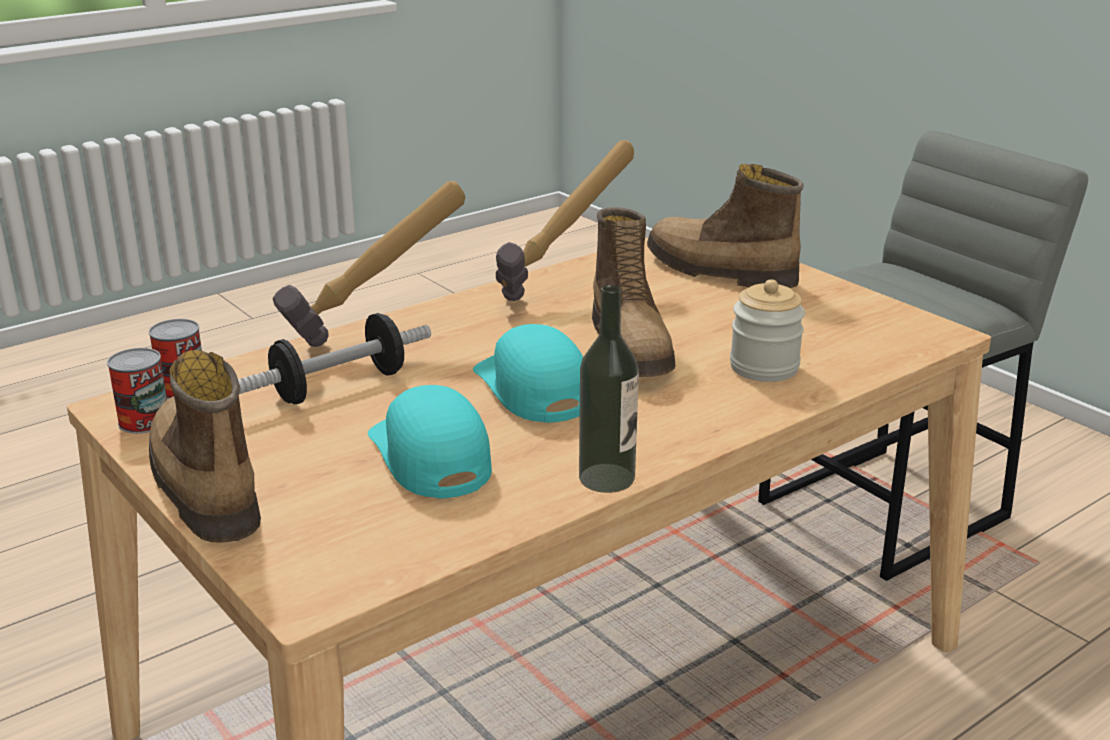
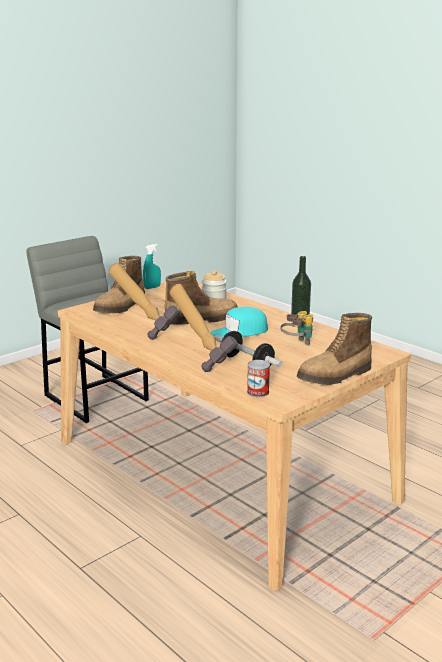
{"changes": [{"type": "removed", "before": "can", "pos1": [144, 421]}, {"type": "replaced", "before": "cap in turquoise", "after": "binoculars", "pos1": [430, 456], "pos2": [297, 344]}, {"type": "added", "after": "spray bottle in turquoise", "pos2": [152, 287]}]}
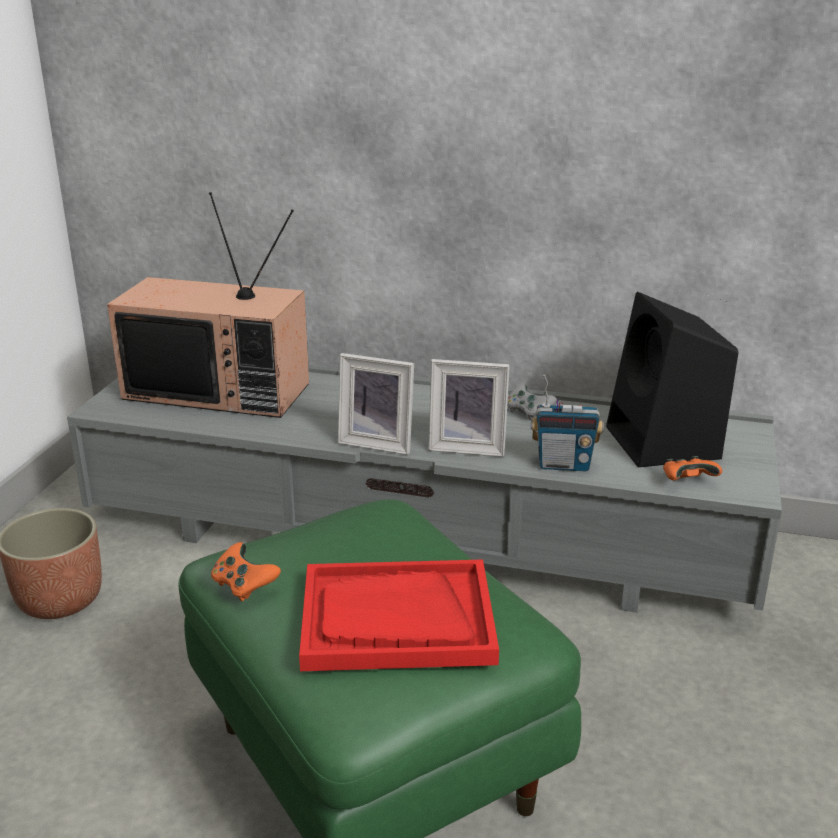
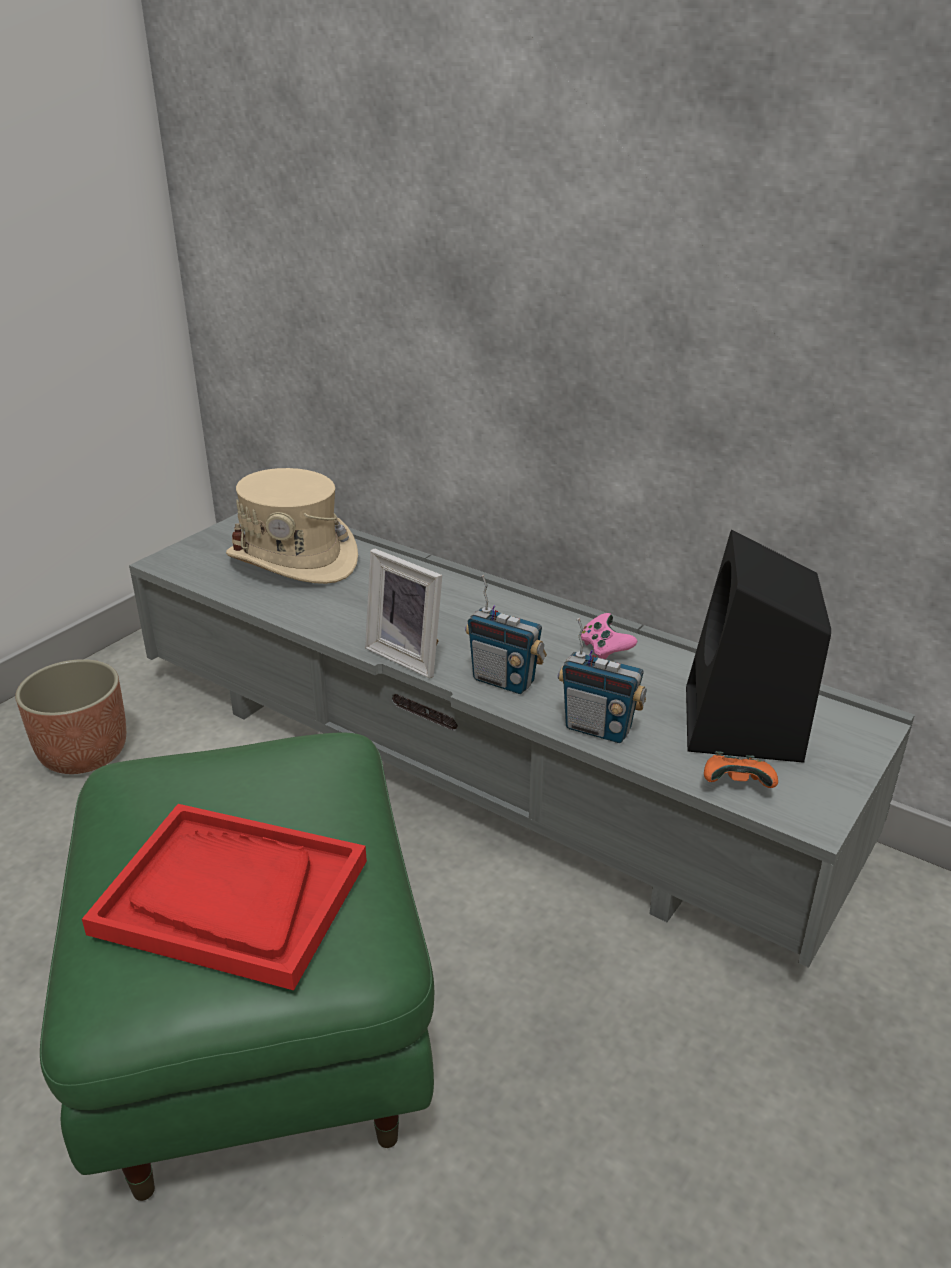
{"changes": [{"type": "replaced", "before": "television", "after": "hat in beige", "pos1": [220, 390], "pos2": [293, 560]}, {"type": "replaced", "before": "picture frame", "after": "radio", "pos1": [468, 446], "pos2": [504, 681]}, {"type": "recoloured", "before": "game controller in grey", "after": "game controller in pink", "pos1": [528, 412], "pos2": [605, 649]}, {"type": "removed", "before": "game controller in orange", "pos1": [244, 586]}]}
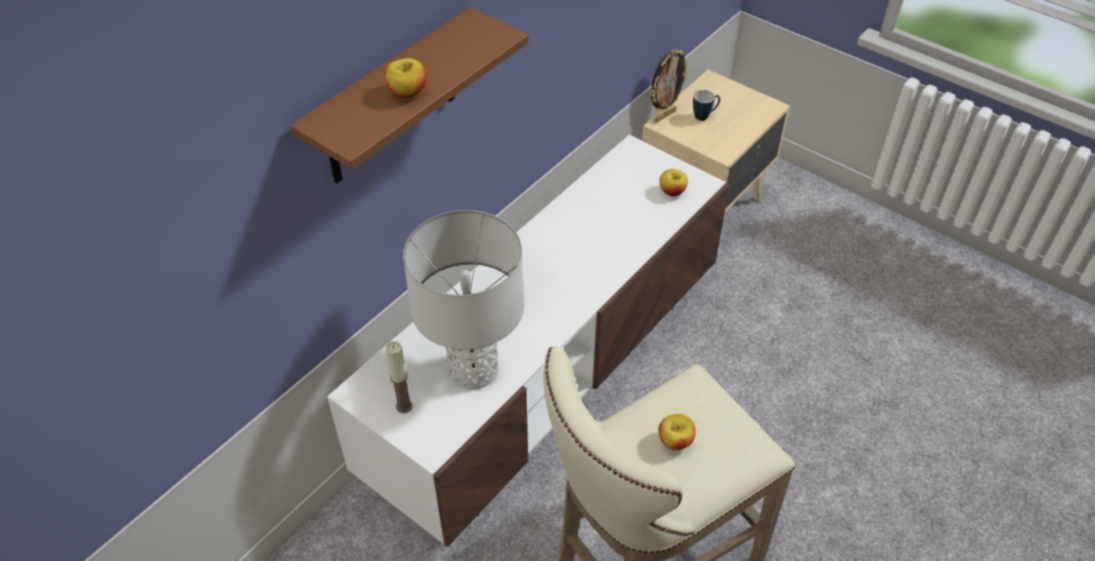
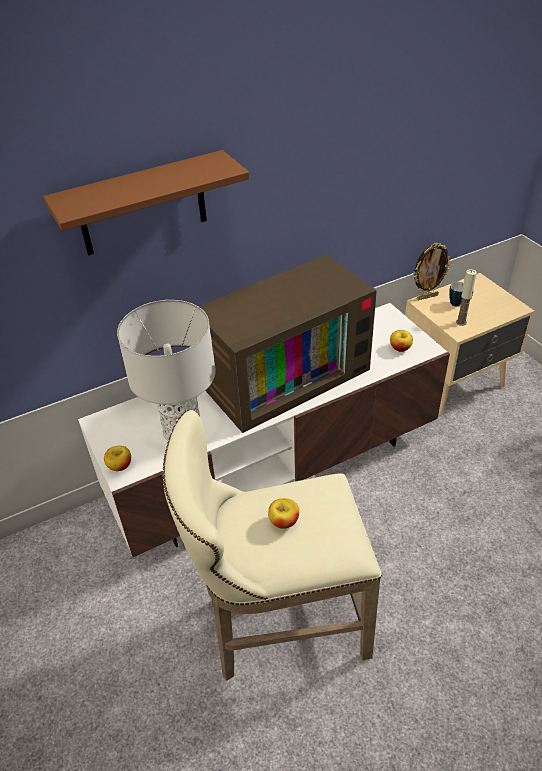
{"changes": [{"type": "moved", "before": "apple", "pos1": [407, 92], "pos2": [120, 466]}, {"type": "moved", "before": "candle", "pos1": [404, 406], "pos2": [461, 322]}, {"type": "added", "after": "television", "pos2": [285, 375]}]}
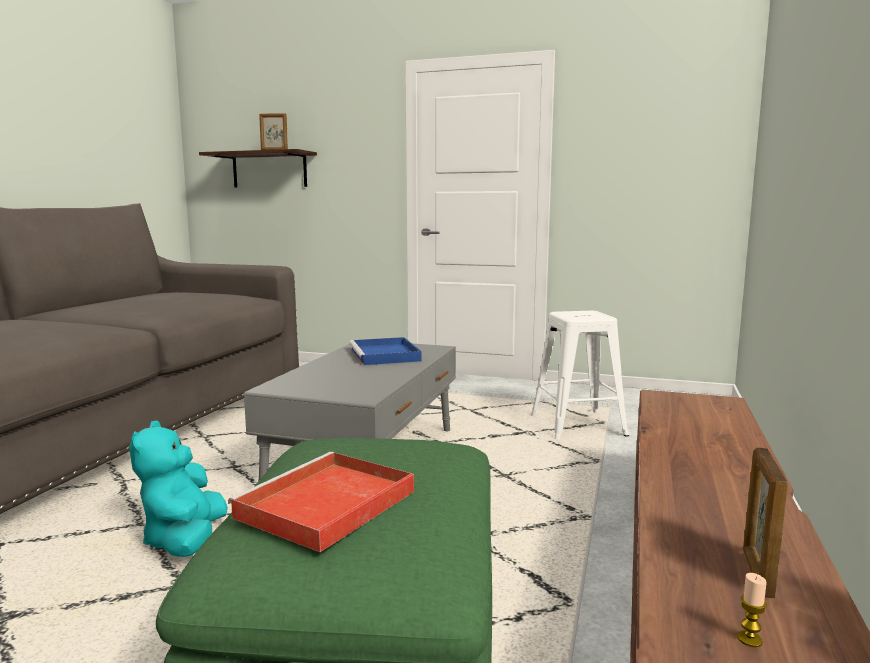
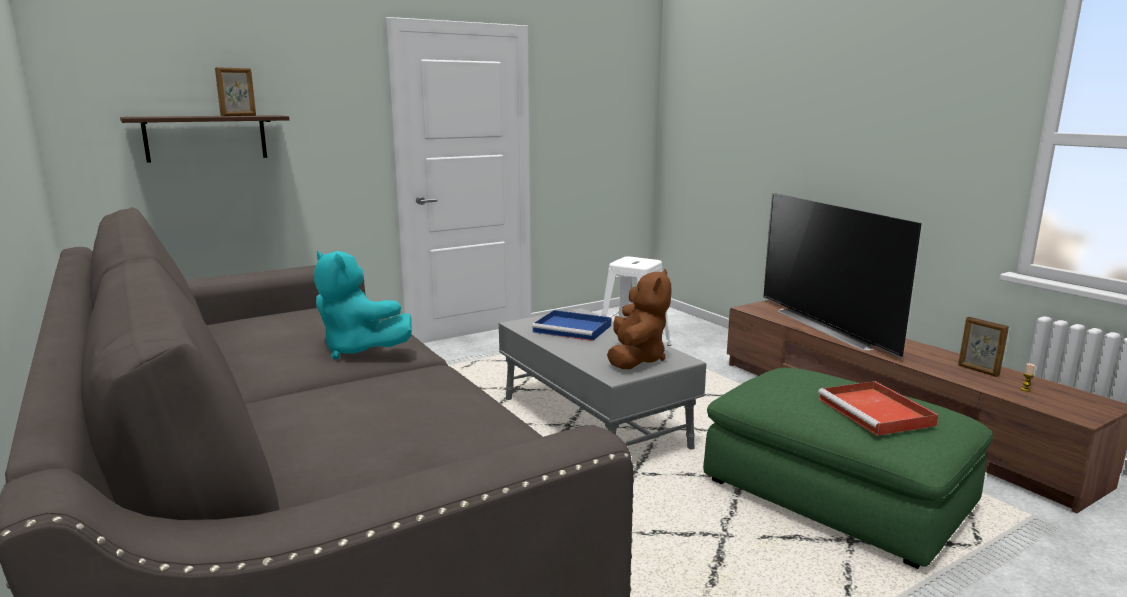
{"changes": [{"type": "moved", "before": "plush toy in turquoise", "pos1": [185, 541], "pos2": [358, 350]}, {"type": "added", "after": "television", "pos2": [830, 327]}, {"type": "added", "after": "plush toy in brown", "pos2": [636, 359]}]}
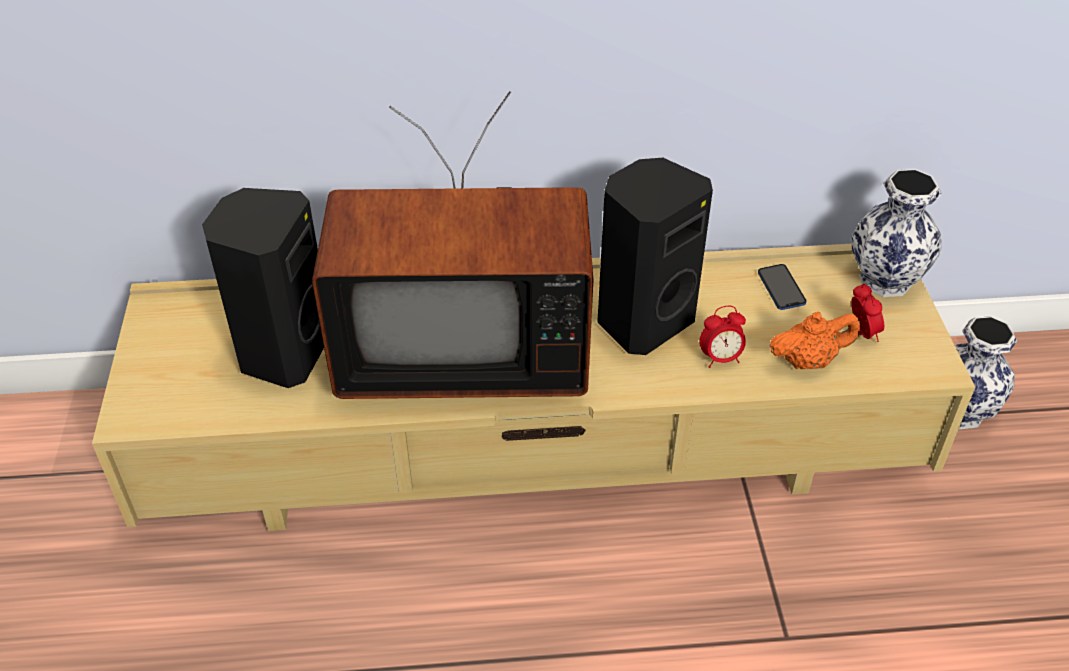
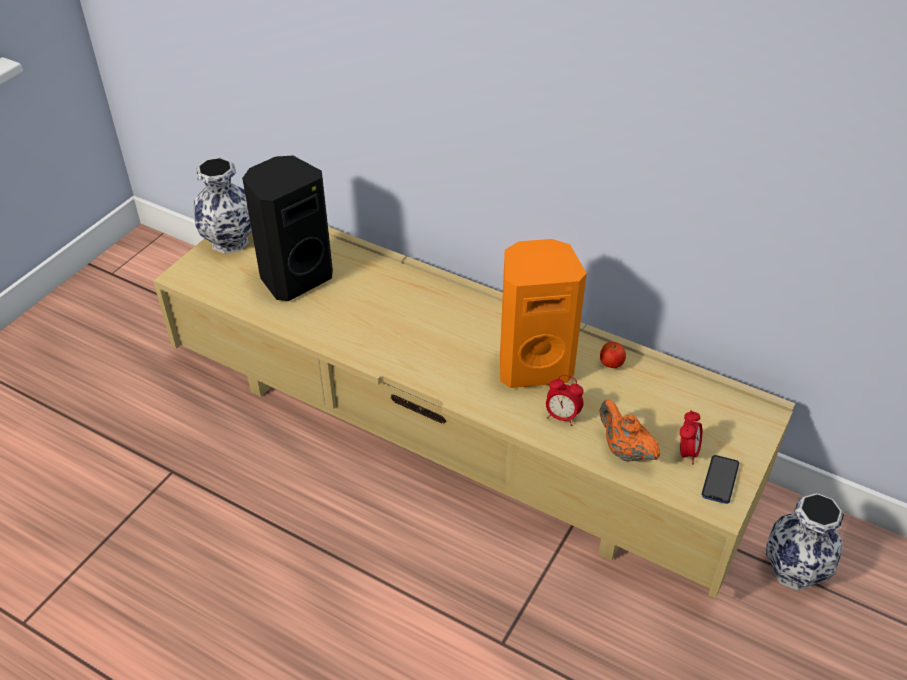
{"changes": [{"type": "removed", "before": "television", "pos1": [461, 350]}, {"type": "recoloured", "before": "speaker in black", "after": "speaker in orange", "pos1": [642, 321], "pos2": [533, 365]}, {"type": "moved", "before": "vase", "pos1": [883, 280], "pos2": [228, 241]}, {"type": "moved", "before": "phone", "pos1": [781, 288], "pos2": [720, 480]}, {"type": "turned", "before": "teapot in orange", "pos1": [808, 361], "pos2": [624, 450], "turn": -150}, {"type": "added", "after": "apple", "pos2": [611, 364]}]}
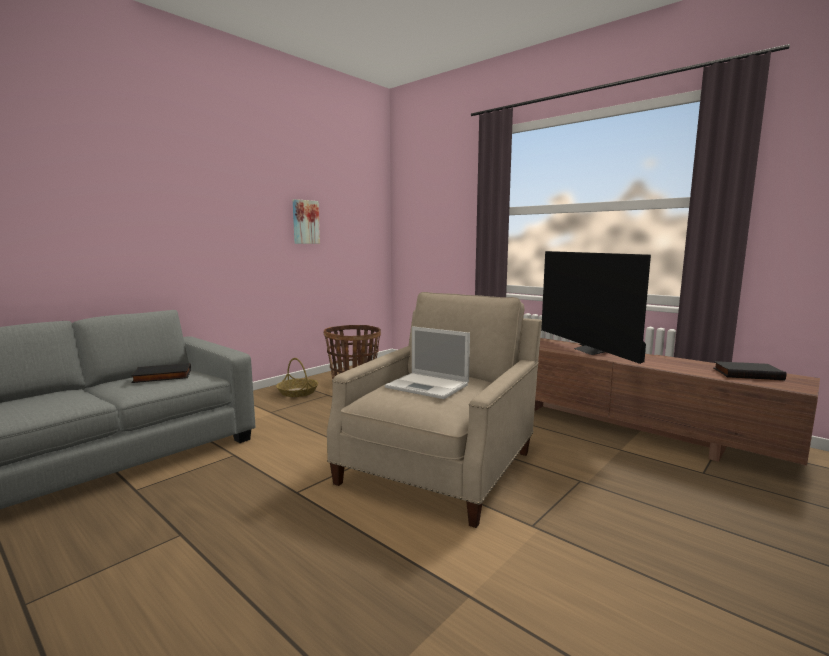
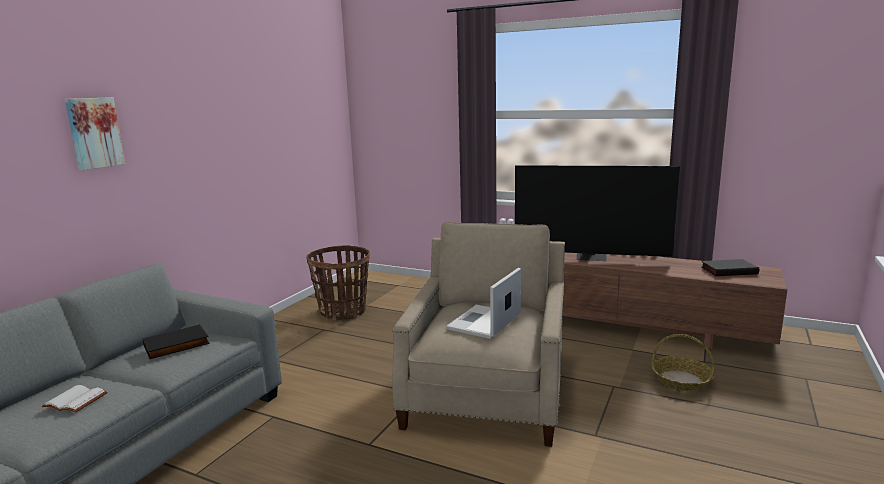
{"changes": [{"type": "moved", "before": "picture", "pos1": [305, 222], "pos2": [94, 133]}, {"type": "turned", "before": "television", "pos1": [591, 351], "pos2": [591, 257], "turn": -45}, {"type": "turned", "before": "laptop", "pos1": [429, 386], "pos2": [483, 323], "turn": 105}, {"type": "moved", "before": "basket", "pos1": [298, 392], "pos2": [681, 380]}, {"type": "added", "after": "book in white", "pos2": [74, 401]}]}
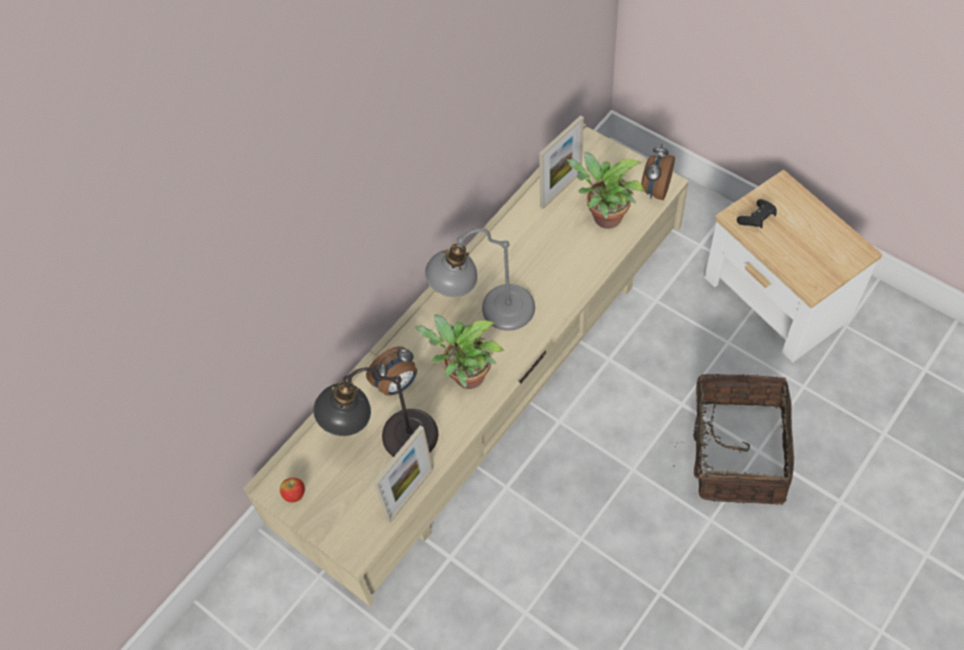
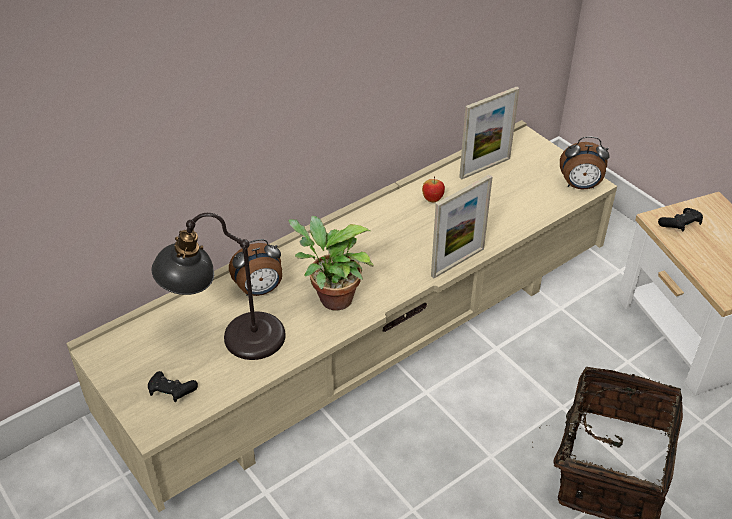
{"changes": [{"type": "turned", "before": "alarm clock", "pos1": [655, 189], "pos2": [580, 186], "turn": -120}, {"type": "removed", "before": "potted plant", "pos1": [603, 218]}, {"type": "removed", "before": "table lamp in grey", "pos1": [485, 312]}, {"type": "moved", "before": "picture frame", "pos1": [410, 494], "pos2": [457, 262]}, {"type": "moved", "before": "apple", "pos1": [295, 495], "pos2": [432, 199]}, {"type": "added", "after": "game controller in black", "pos2": [171, 392]}]}
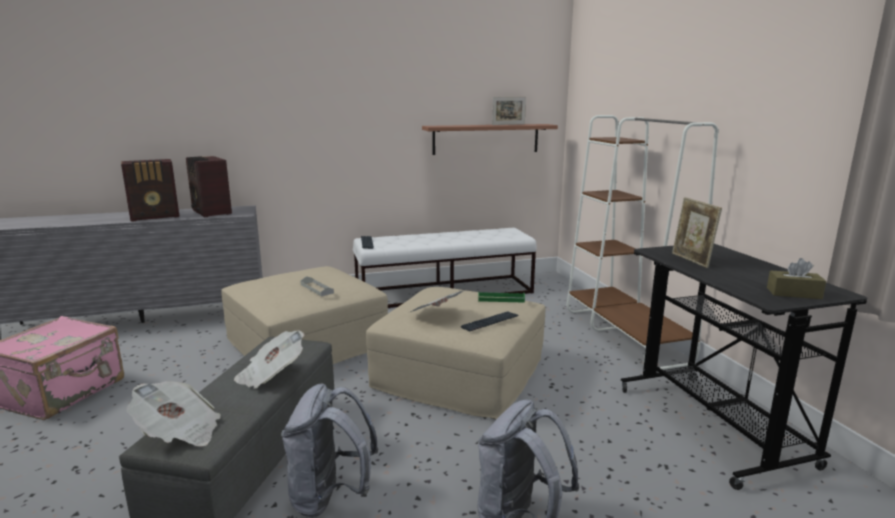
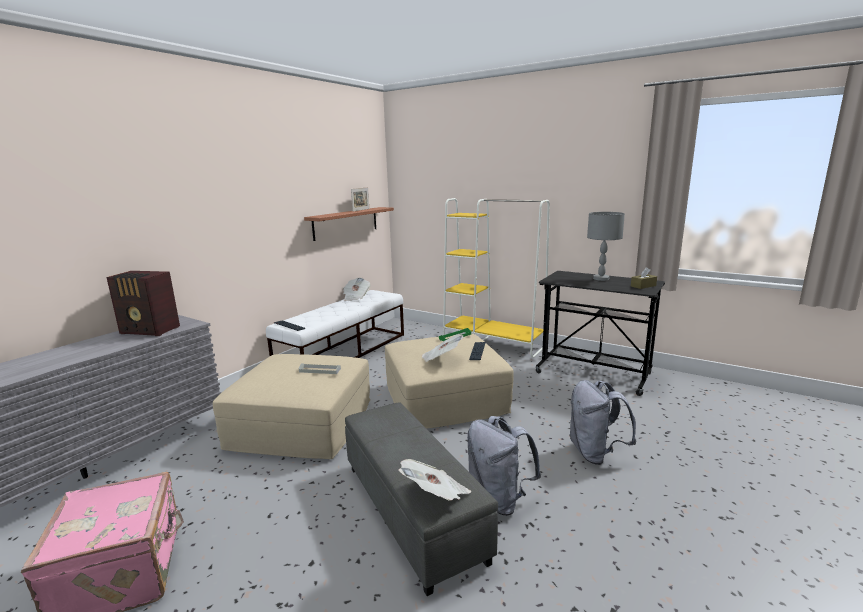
{"changes": [{"type": "recoloured", "before": "clothes rack in brown", "after": "clothes rack in yellow", "pos1": [625, 336], "pos2": [493, 344]}, {"type": "removed", "before": "radio", "pos1": [156, 216]}, {"type": "removed", "before": "picture frame", "pos1": [691, 260]}, {"type": "moved", "before": "newspaper", "pos1": [271, 375], "pos2": [356, 297]}, {"type": "added", "after": "table lamp in grey", "pos2": [601, 278]}]}
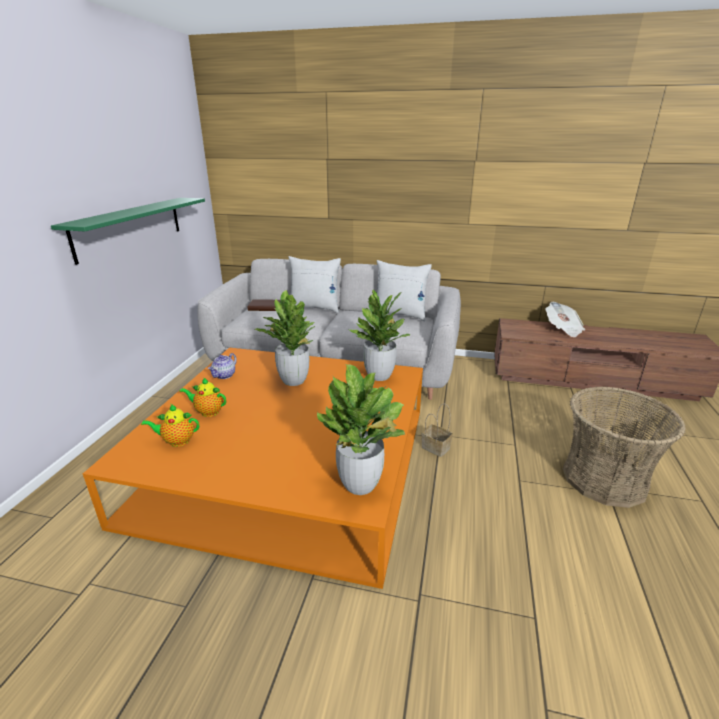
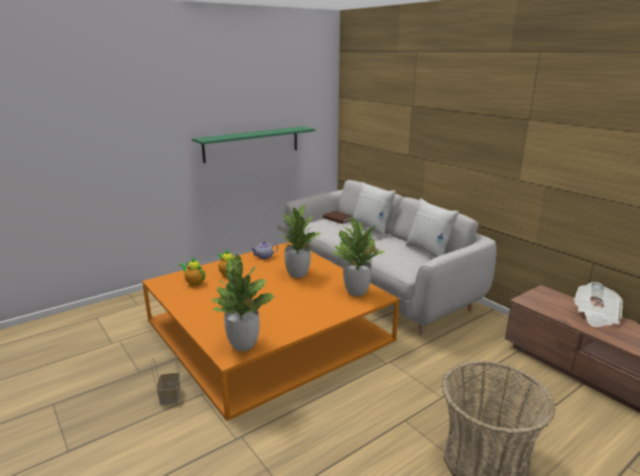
{"changes": [{"type": "moved", "before": "basket", "pos1": [434, 448], "pos2": [170, 395]}]}
